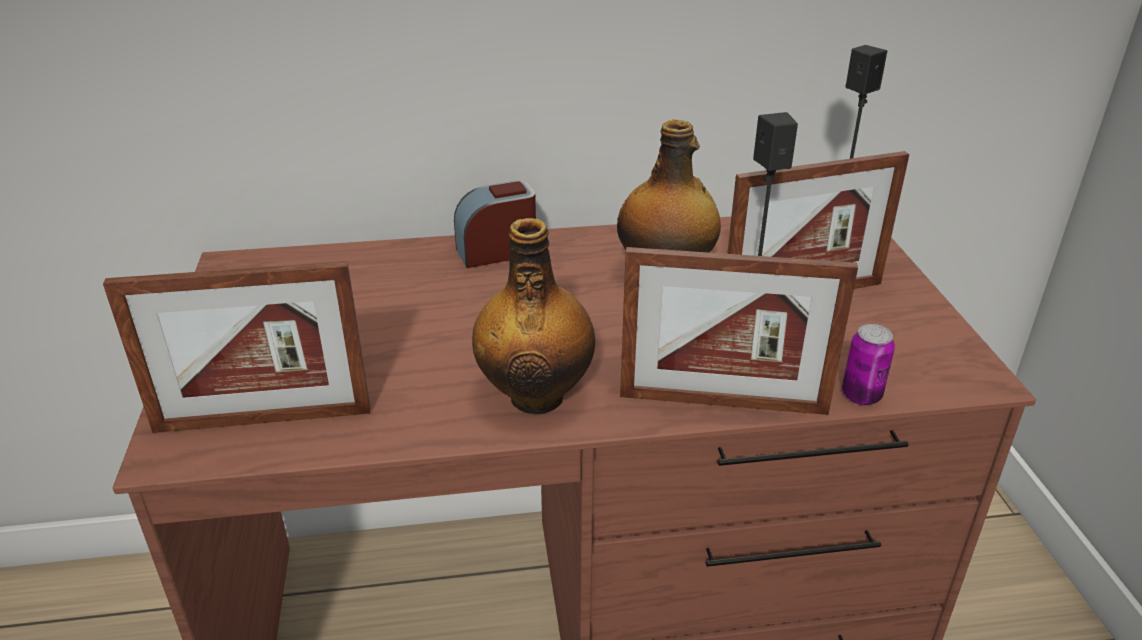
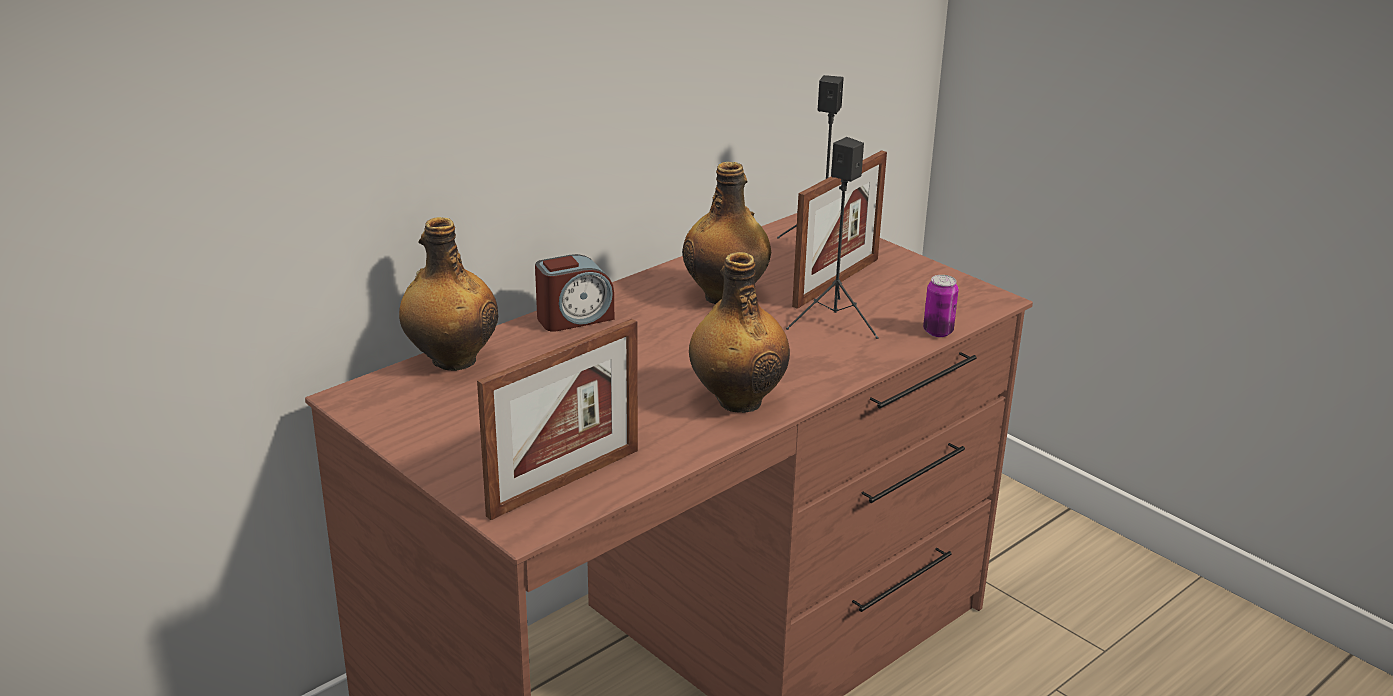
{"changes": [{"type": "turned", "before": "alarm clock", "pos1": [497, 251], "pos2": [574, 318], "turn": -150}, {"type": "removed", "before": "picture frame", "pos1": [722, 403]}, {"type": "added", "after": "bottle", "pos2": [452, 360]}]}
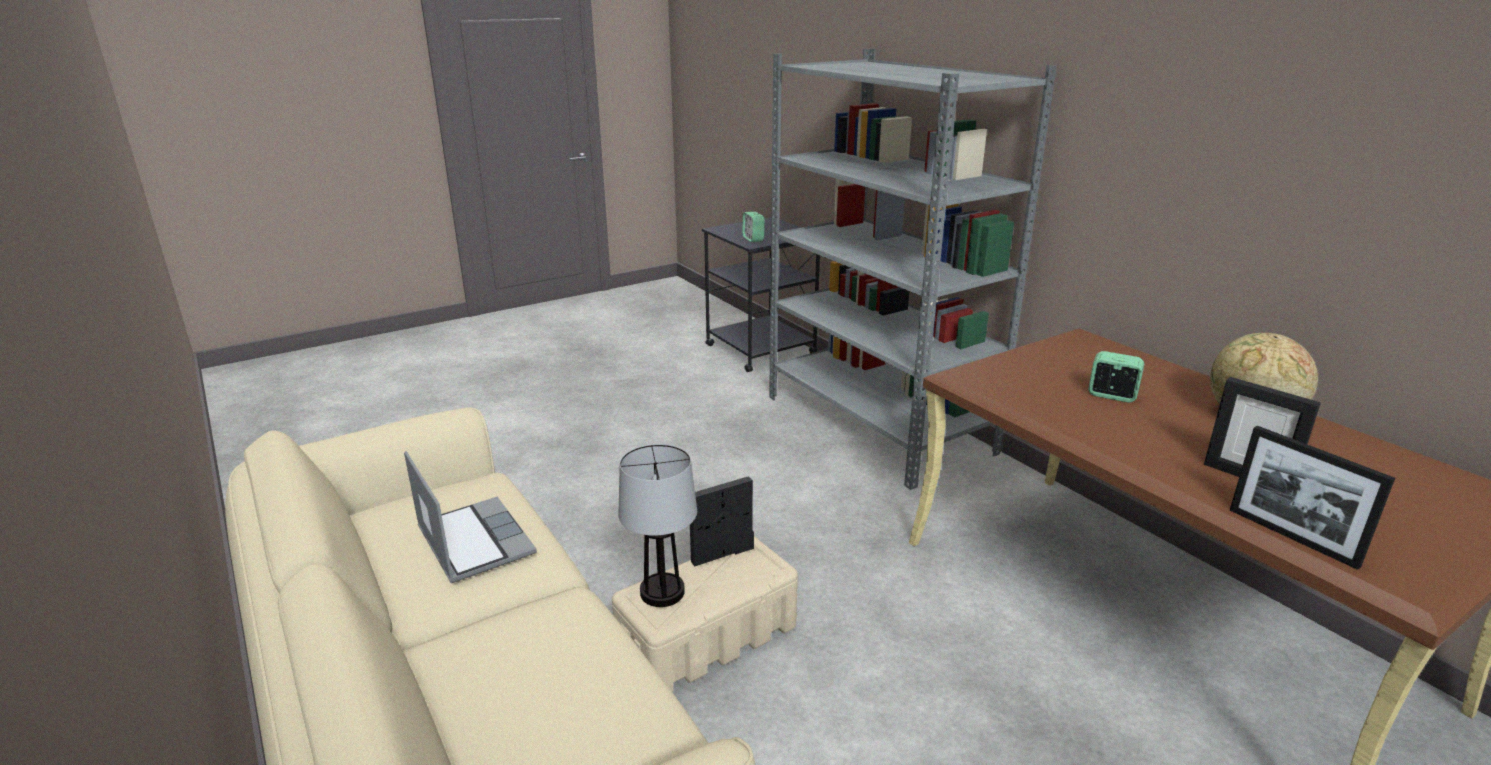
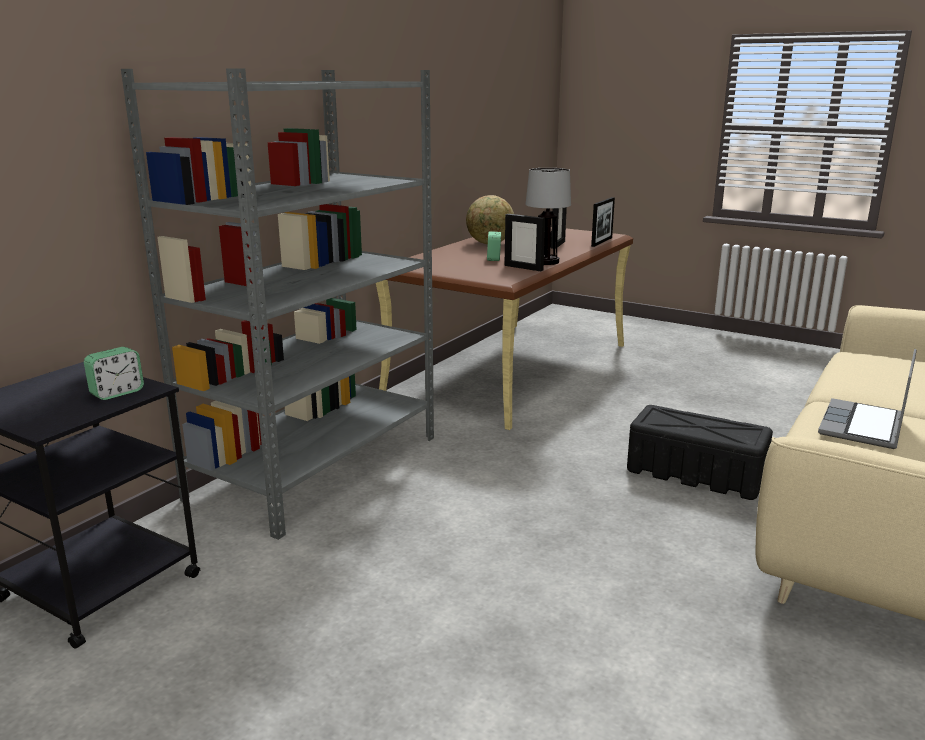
{"changes": [{"type": "moved", "before": "table lamp", "pos1": [661, 592], "pos2": [546, 262]}, {"type": "moved", "before": "picture frame", "pos1": [722, 555], "pos2": [524, 267]}, {"type": "recoloured", "before": "storage box in beige", "after": "storage box in black", "pos1": [709, 638], "pos2": [694, 473]}]}
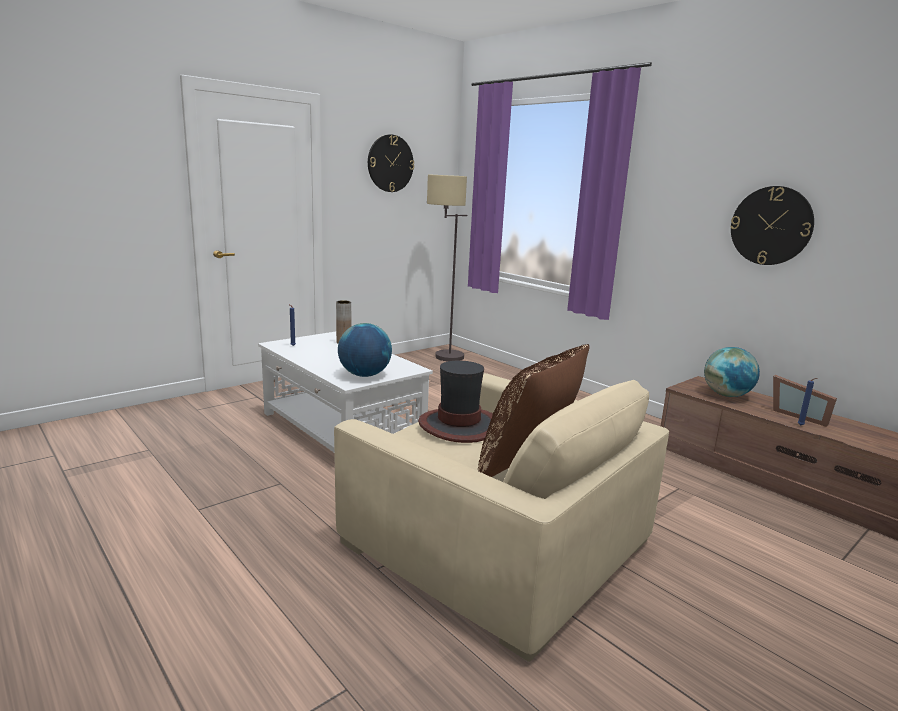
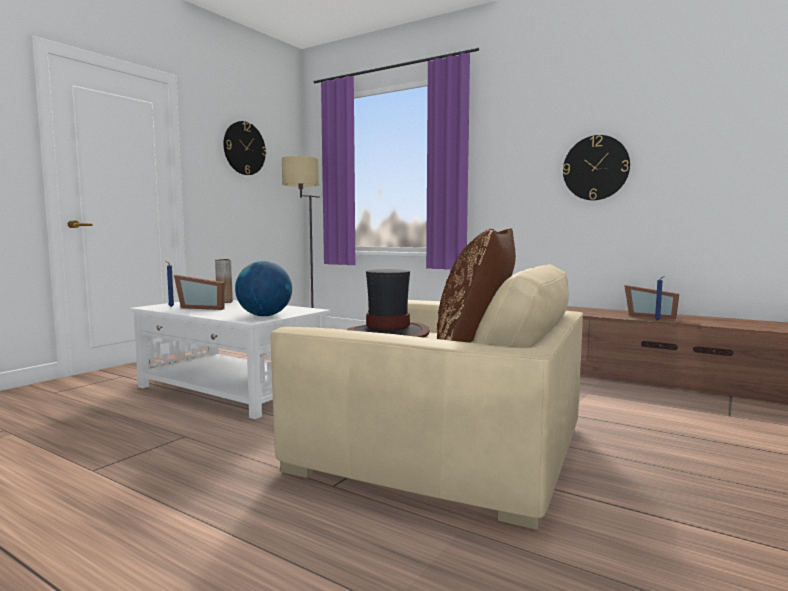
{"changes": [{"type": "removed", "before": "globe", "pos1": [726, 395]}, {"type": "added", "after": "picture frame", "pos2": [203, 307]}]}
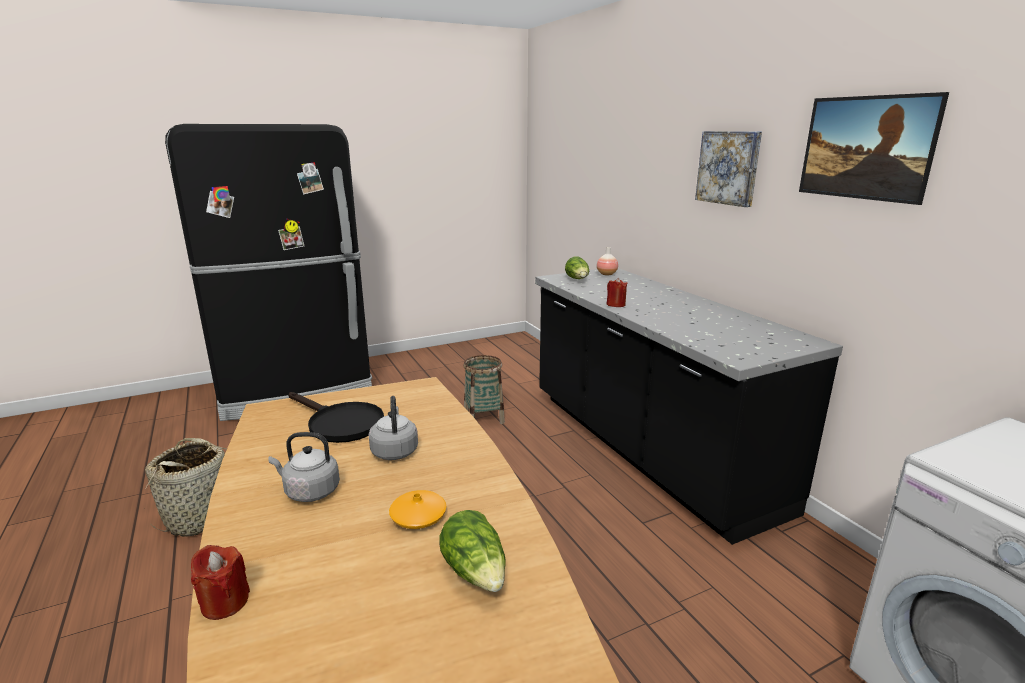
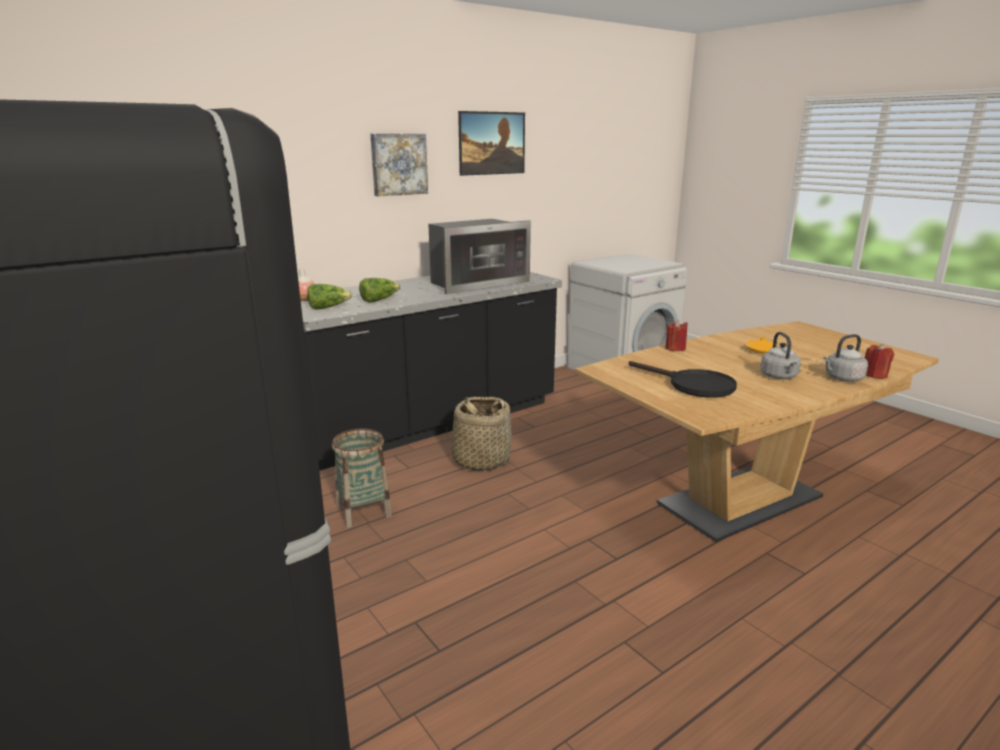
{"changes": [{"type": "moved", "before": "candle in red", "pos1": [616, 304], "pos2": [675, 348]}, {"type": "turned", "before": "frying pan in black", "pos1": [339, 423], "pos2": [692, 385], "turn": 105}, {"type": "moved", "before": "kettle in grey", "pos1": [394, 450], "pos2": [842, 378]}, {"type": "moved", "before": "basket", "pos1": [202, 516], "pos2": [481, 460]}, {"type": "moved", "before": "lettuce", "pos1": [476, 572], "pos2": [379, 300]}, {"type": "added", "after": "microwave", "pos2": [476, 283]}]}
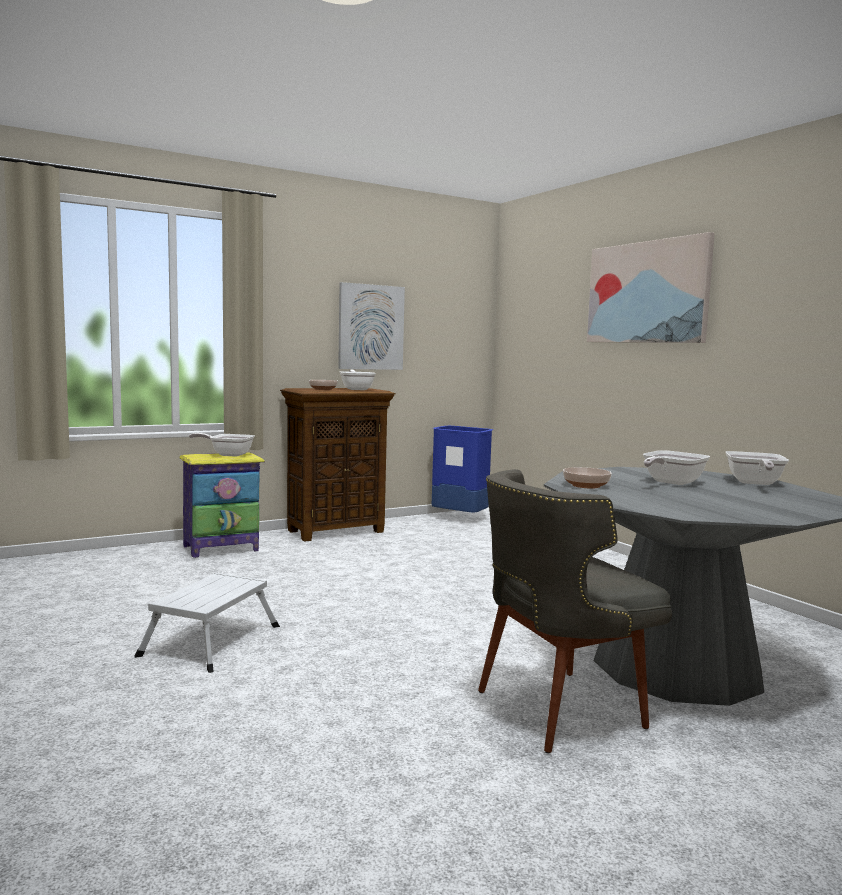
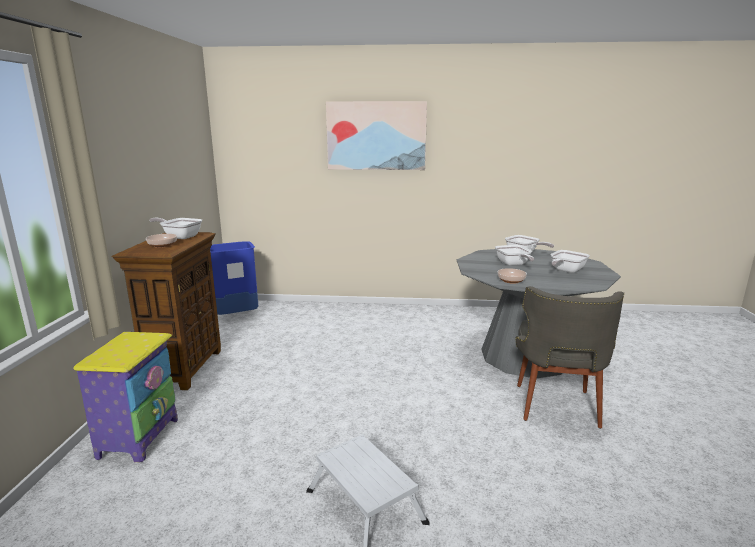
{"changes": [{"type": "removed", "before": "picture", "pos1": [370, 327]}, {"type": "moved", "before": "frying pan", "pos1": [228, 454], "pos2": [565, 271]}]}
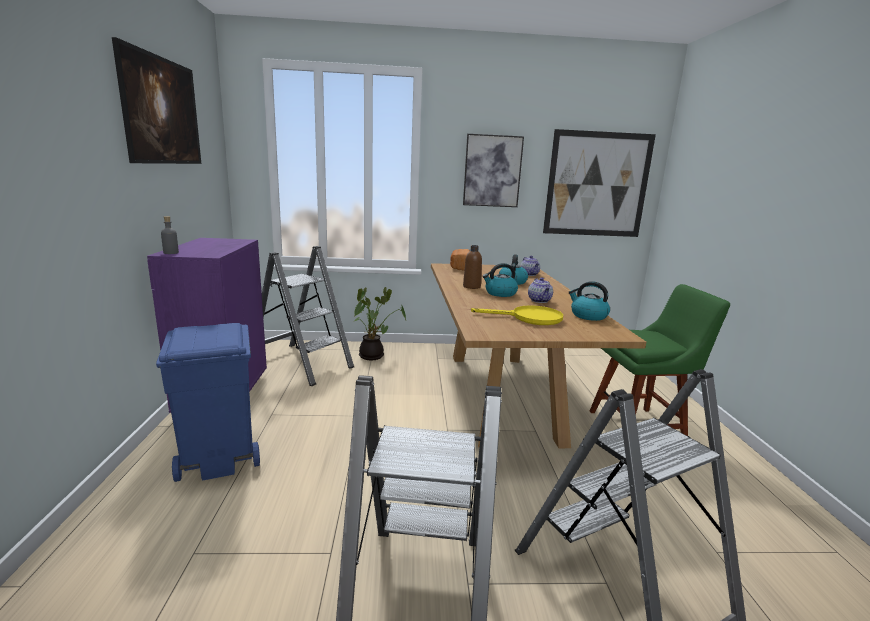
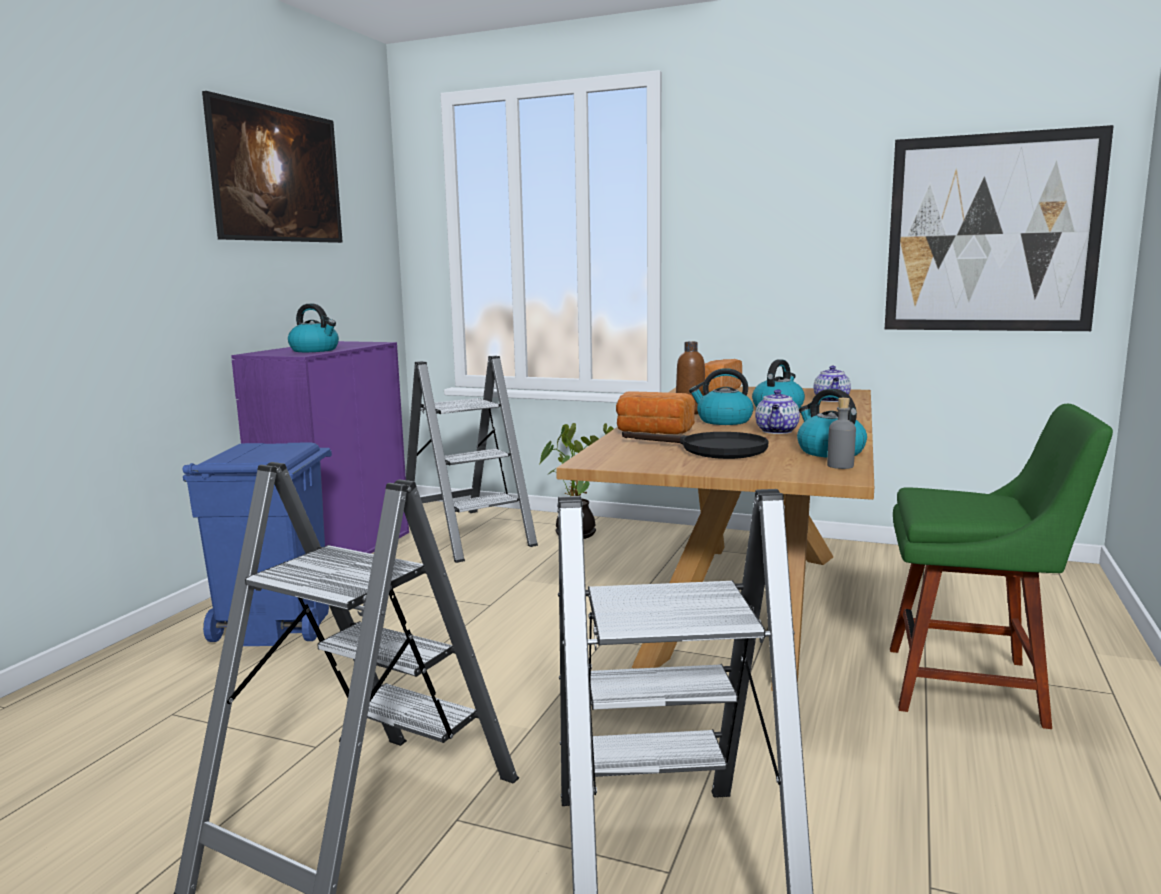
{"changes": [{"type": "removed", "before": "picture", "pos1": [492, 171]}, {"type": "moved", "before": "bottle in grey", "pos1": [171, 253], "pos2": [840, 466]}, {"type": "recoloured", "before": "frying pan in yellow", "after": "frying pan in black", "pos1": [529, 318], "pos2": [711, 450]}, {"type": "added", "after": "kettle", "pos2": [315, 350]}, {"type": "added", "after": "bread", "pos2": [653, 433]}]}
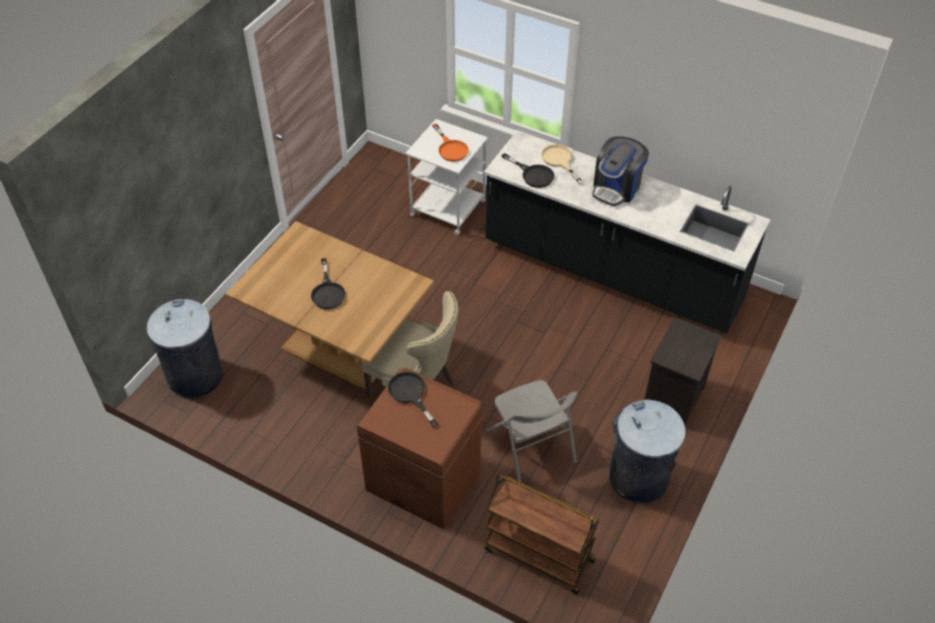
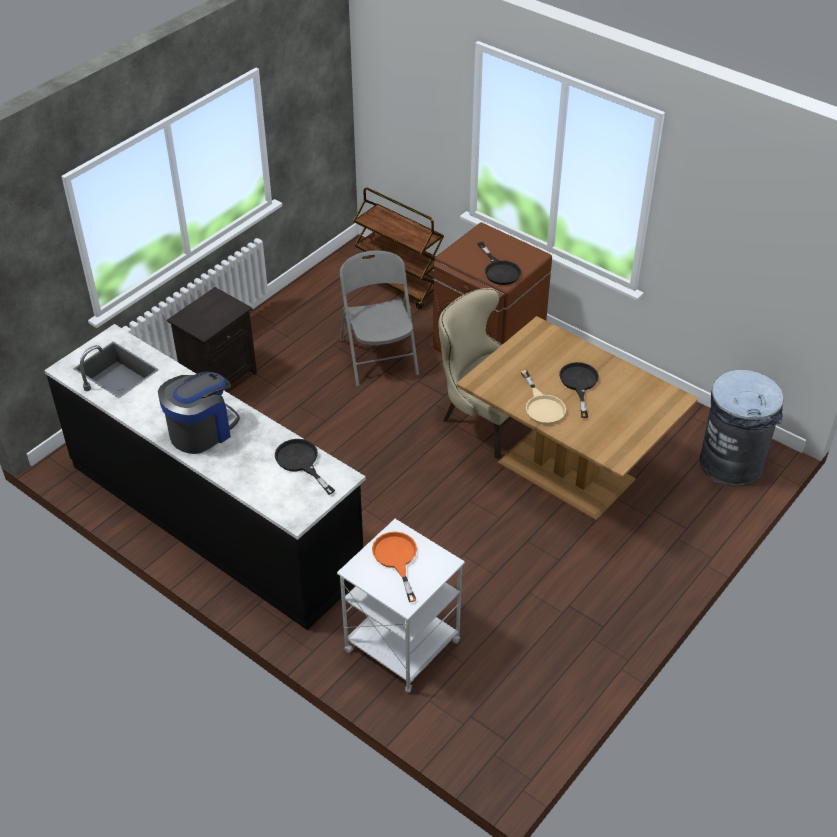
{"changes": [{"type": "moved", "before": "frying pan in beige", "pos1": [559, 161], "pos2": [542, 406]}, {"type": "removed", "before": "trash can in grey", "pos1": [638, 478]}]}
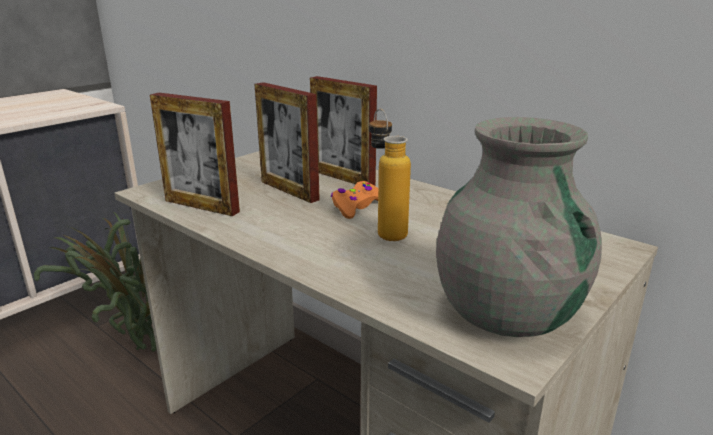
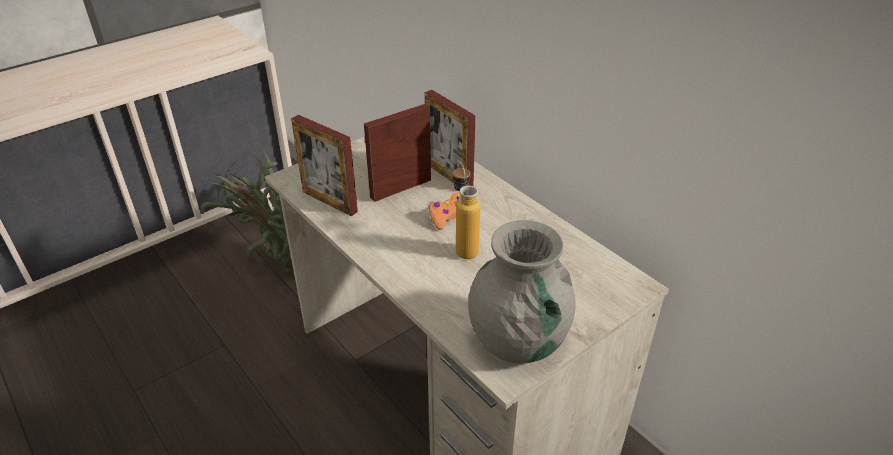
{"changes": [{"type": "turned", "before": "picture frame", "pos1": [289, 190], "pos2": [401, 188], "turn": 90}]}
